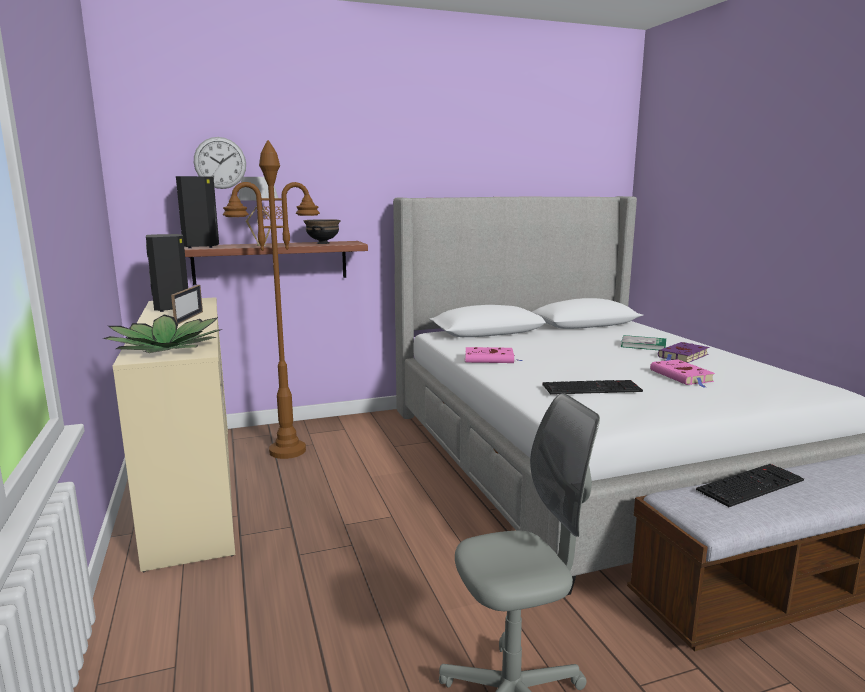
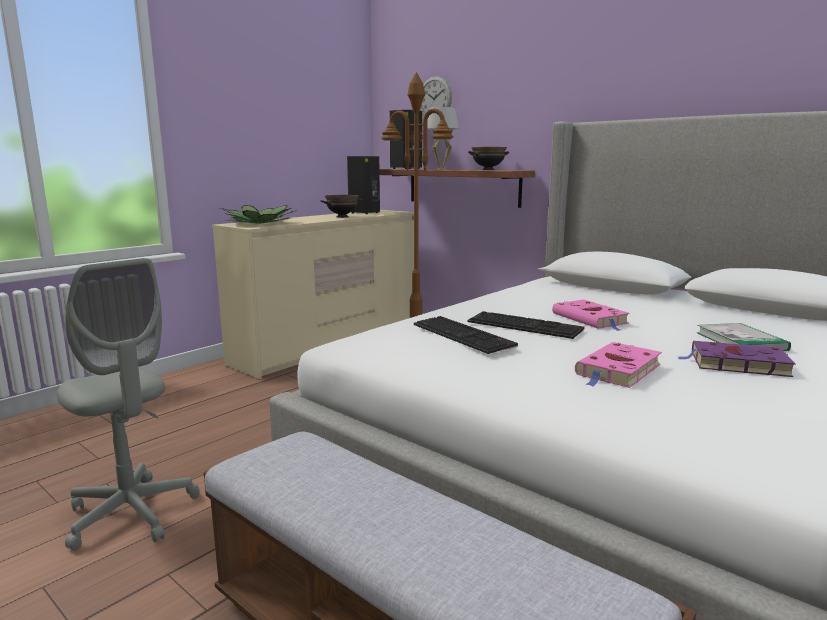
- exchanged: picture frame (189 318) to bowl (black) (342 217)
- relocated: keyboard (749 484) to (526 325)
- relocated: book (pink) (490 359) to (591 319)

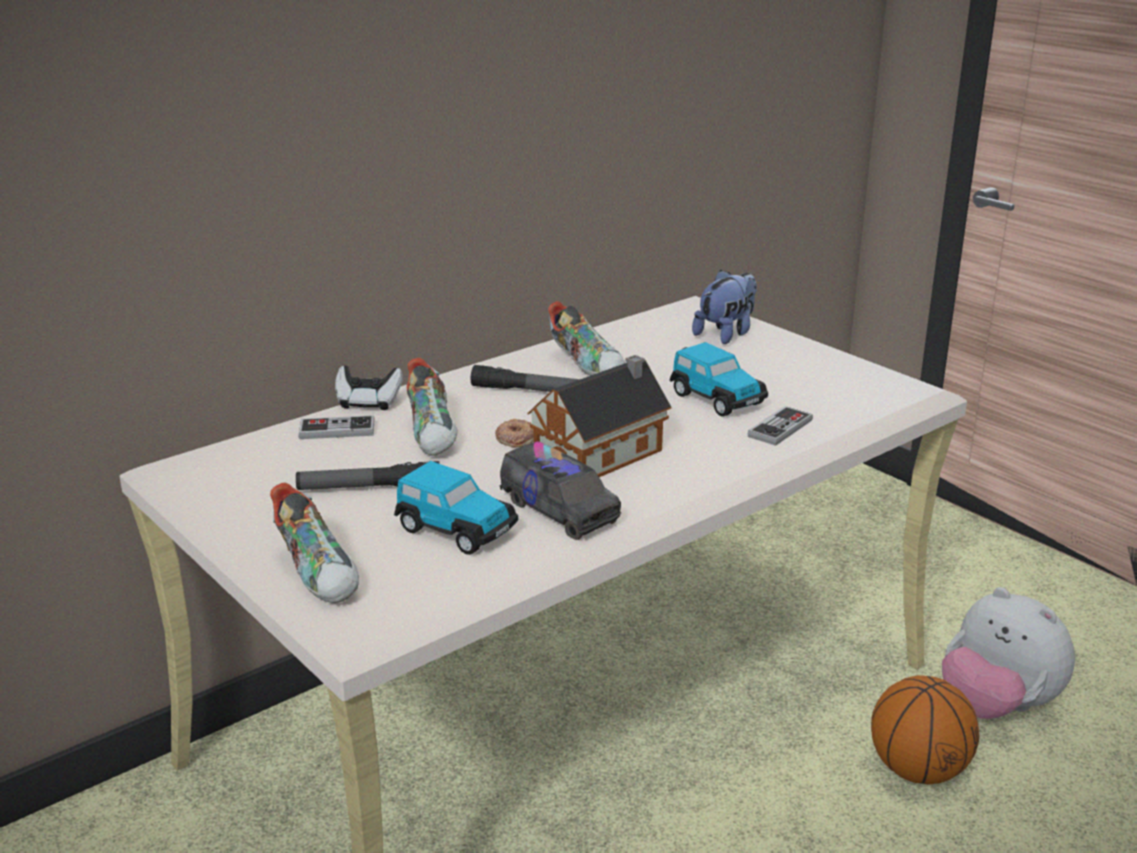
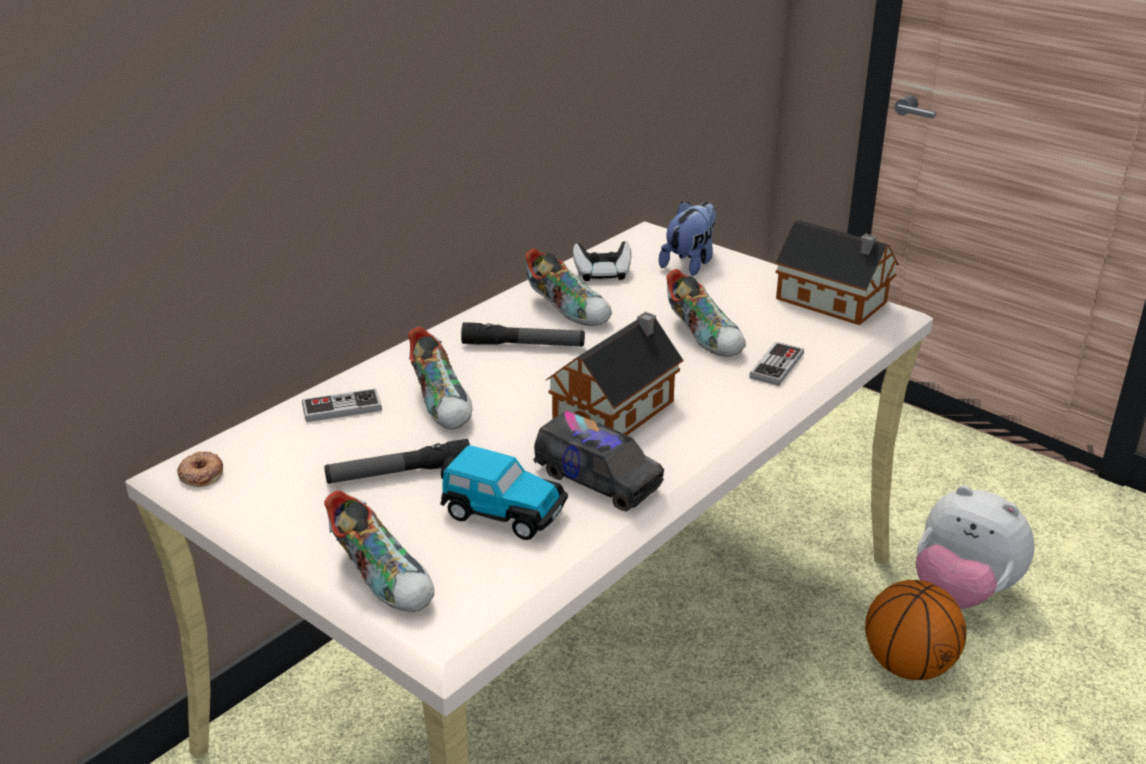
- relocated: donut (515 438) to (201 474)
- relocated: game controller (368 402) to (602 274)
- exchanged: toy car (715 398) to shoe (704 337)
- appeared: toy house (835 302)

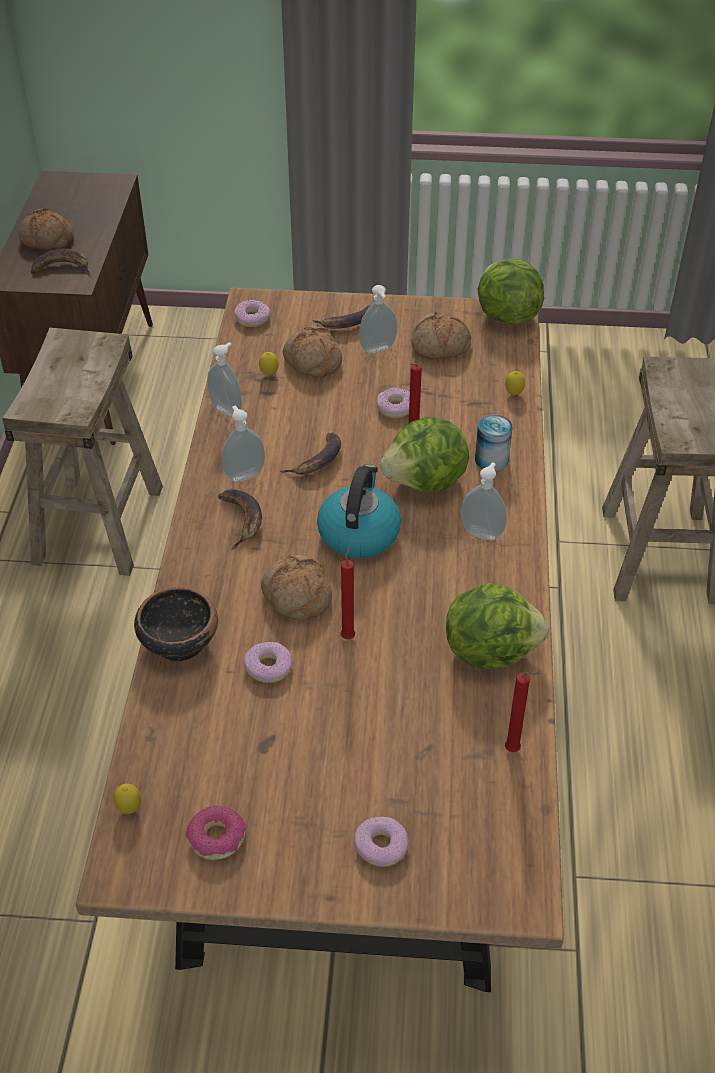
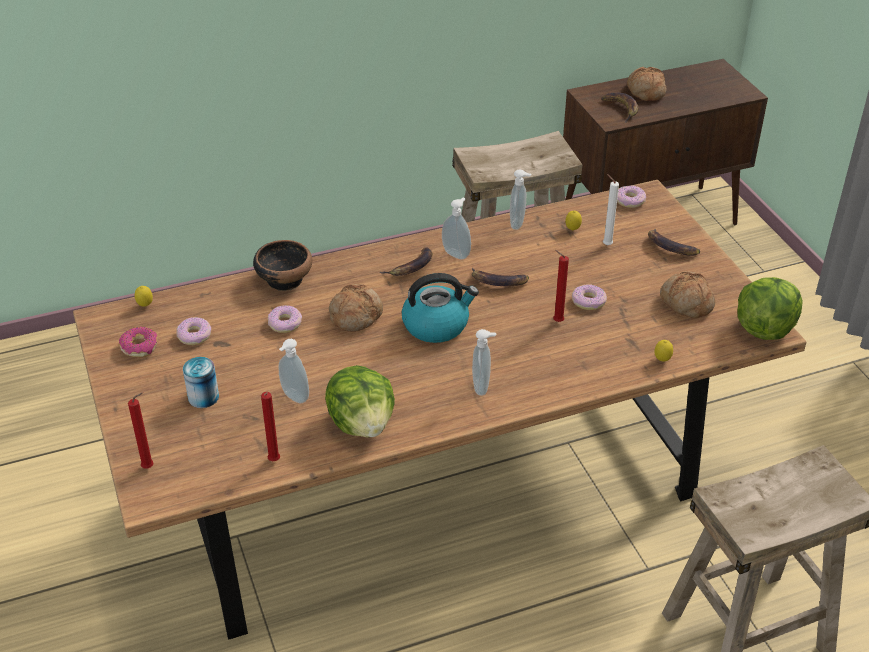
- relocated: candle (red) (348 635) to (150 467)
- relocated: donut (381 846) to (195 335)
- relocated: can (491 459) to (203 397)
- relocated: soap dispenser (378 350) to (293 397)
- exchanged: bread (312 362) to candle (white) (605 244)
- missing: lettuce (426 482)

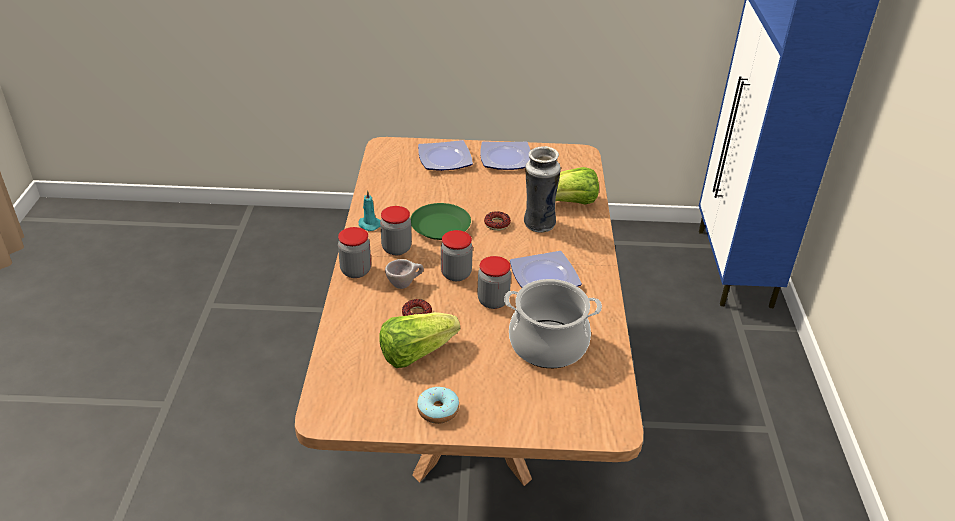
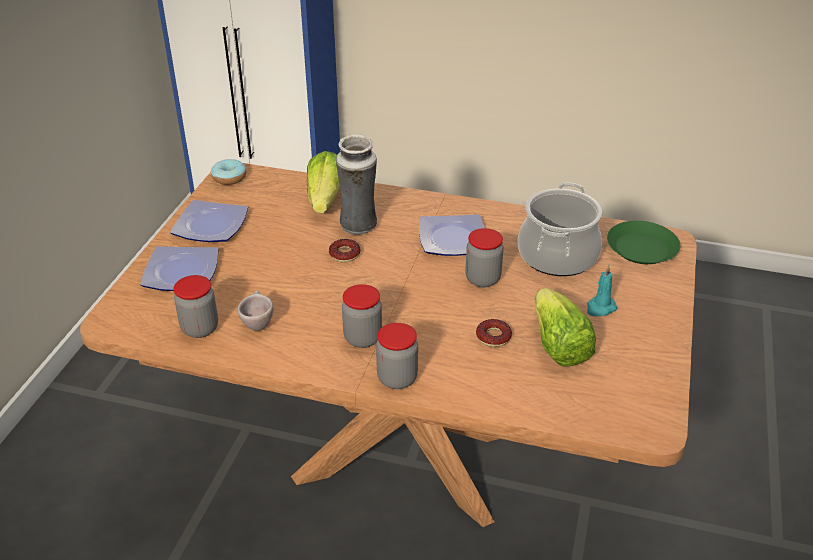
- relocated: jar (456 274) to (200 328)
- relocated: donut (438 410) to (229 178)
- relocated: cup (beige) (404 284) to (257 323)
- relocated: candle (turquoise) (369 224) to (600 308)
- relocated: plate (green) (441 226) to (641 248)

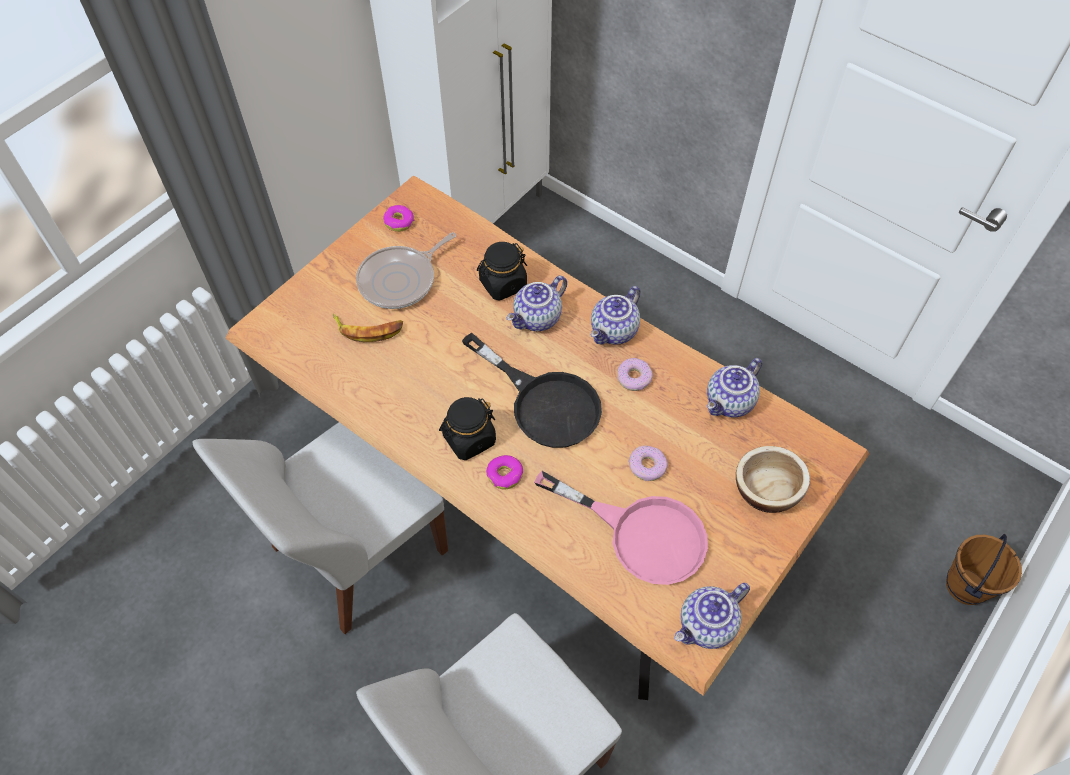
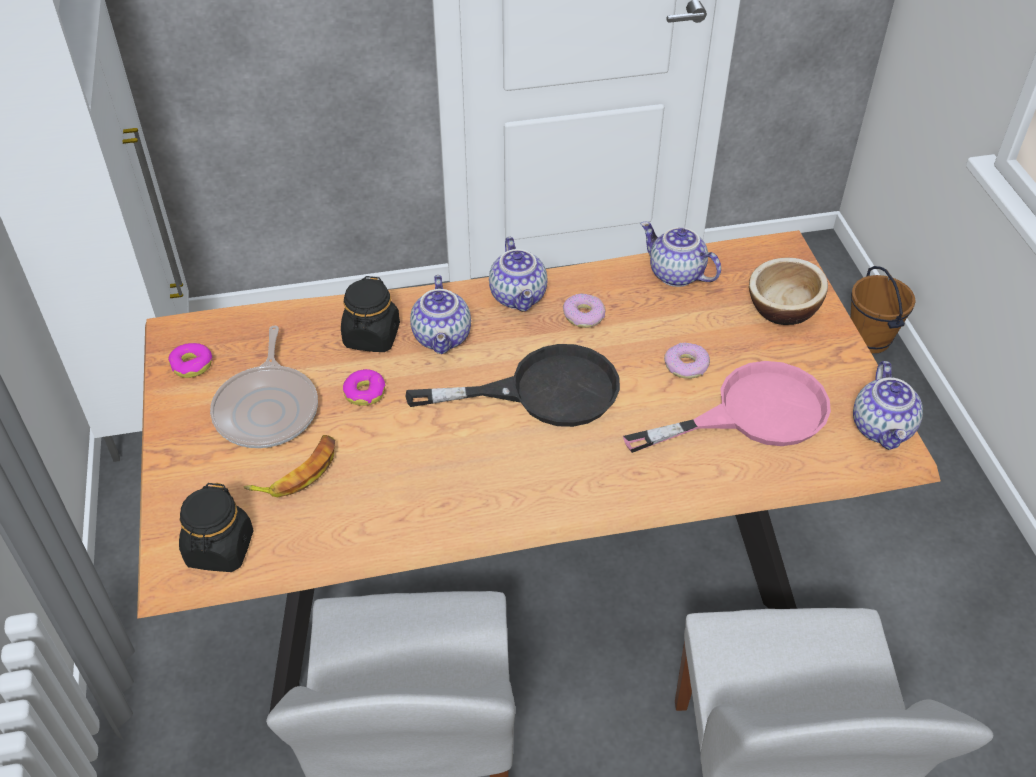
- relocated: jar (black) (469 439) to (220 549)
- relocated: donut (505 475) to (365 392)
- spun: teapot (730 403) = (675 274) 135 degrees clockwise

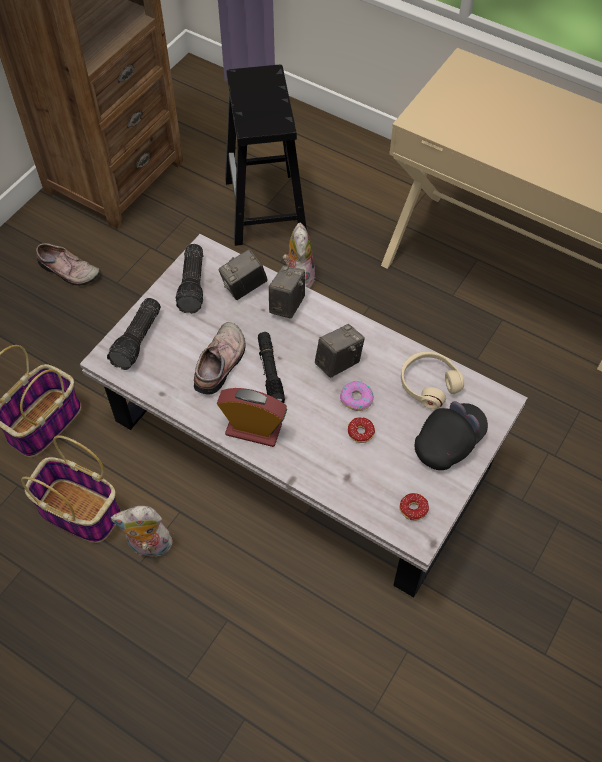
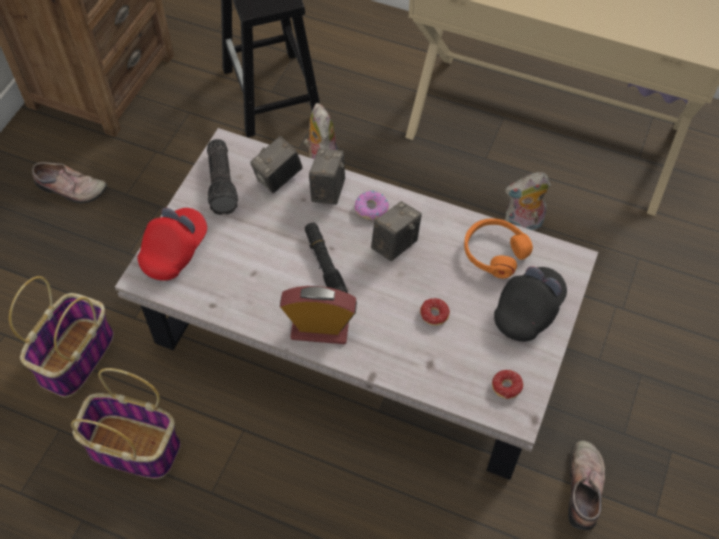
- exchanged: flashlight (138 340) to cap (red) (175 251)
- relocated: donut (356 399) to (371 209)
- colour: headphones (beige) (429 383) to headphones (orange) (494 252)
- relocated: plush toy (149 547) to (522 224)
- relocated: shoe (222 363) to (586 488)

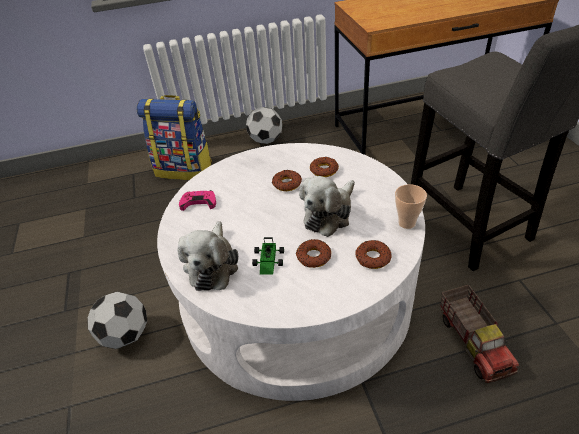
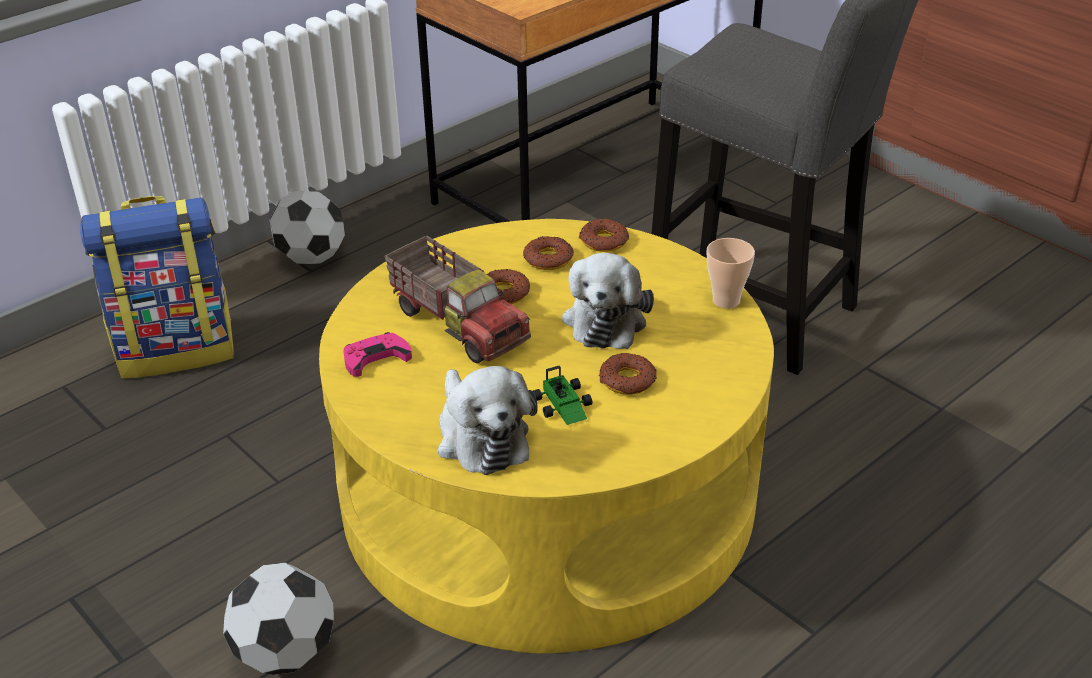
- colour: coffee table (white) (296 293) to coffee table (yellow) (548 488)
- relocated: toy truck (474 342) to (459 324)
- relocated: donut (372 258) to (603 241)

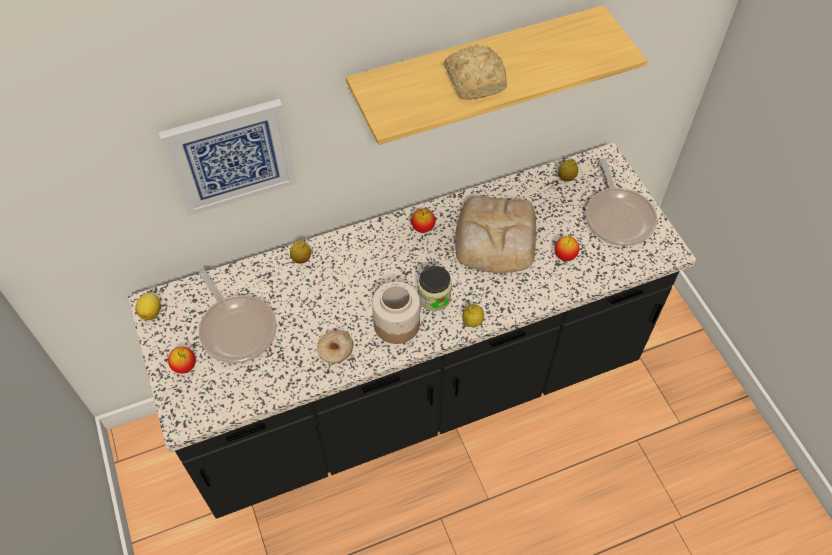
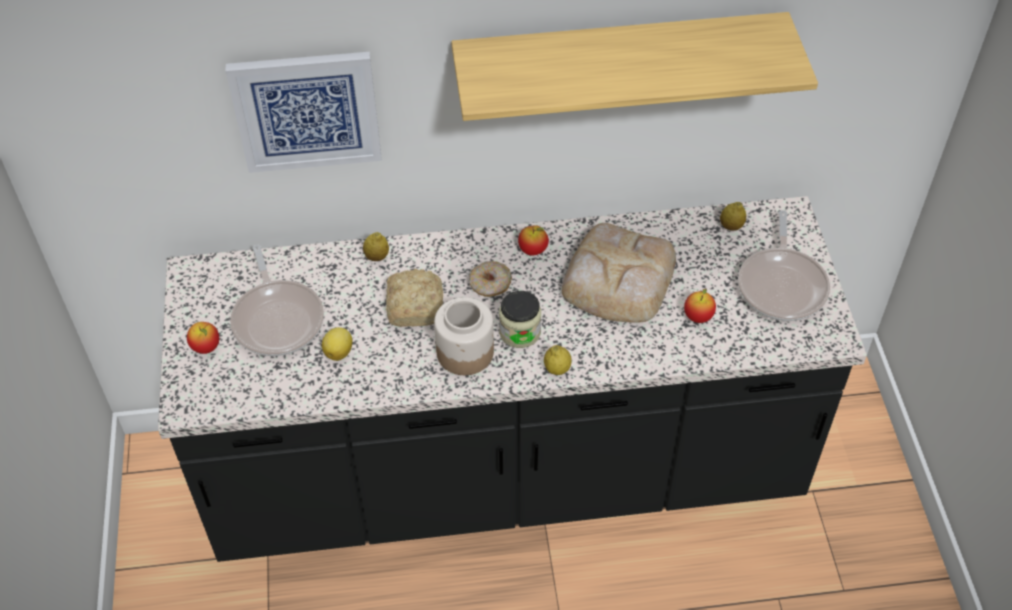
- relocated: lemon (151 312) to (339 352)
- relocated: bread (475 80) to (416 305)
- relocated: donut (335 350) to (490 284)

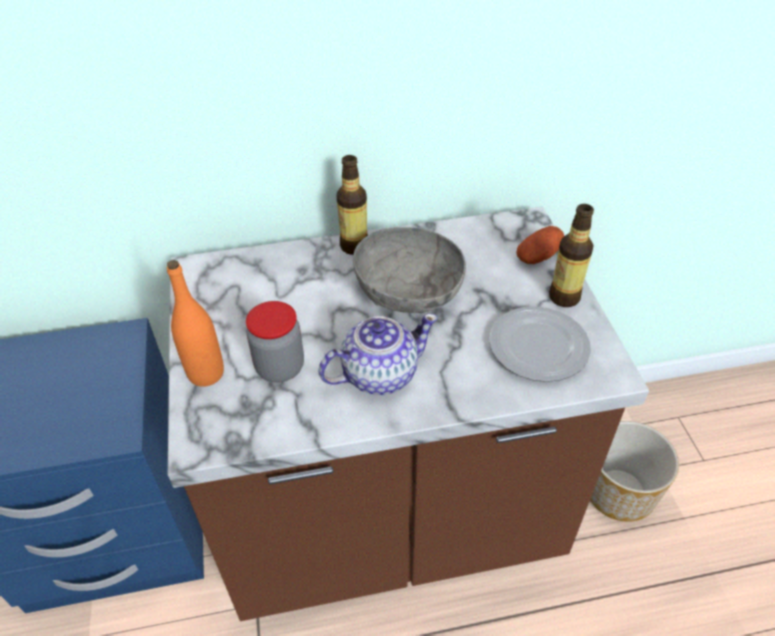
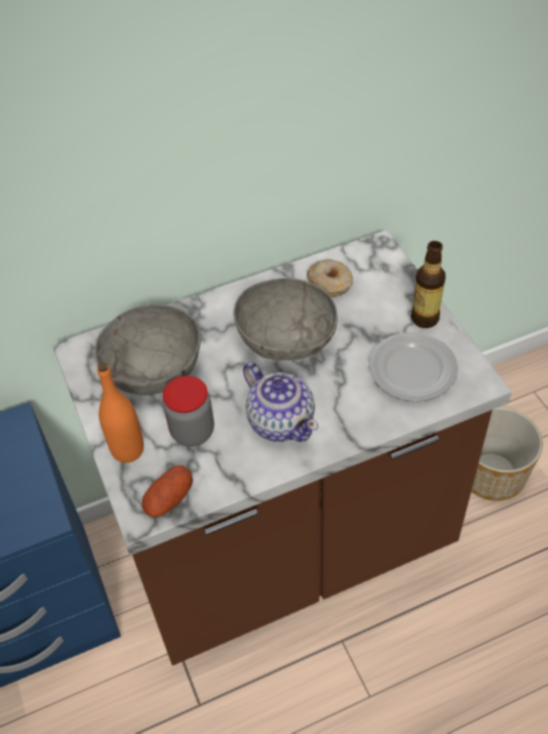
- appeared: bowl (grey) (153 369)
- relocated: potato (538 256) to (169 499)
- spun: teapot (378 374) = (281 421) 90 degrees clockwise
- appeared: donut (330 284)
- missing: bottle (354 246)

